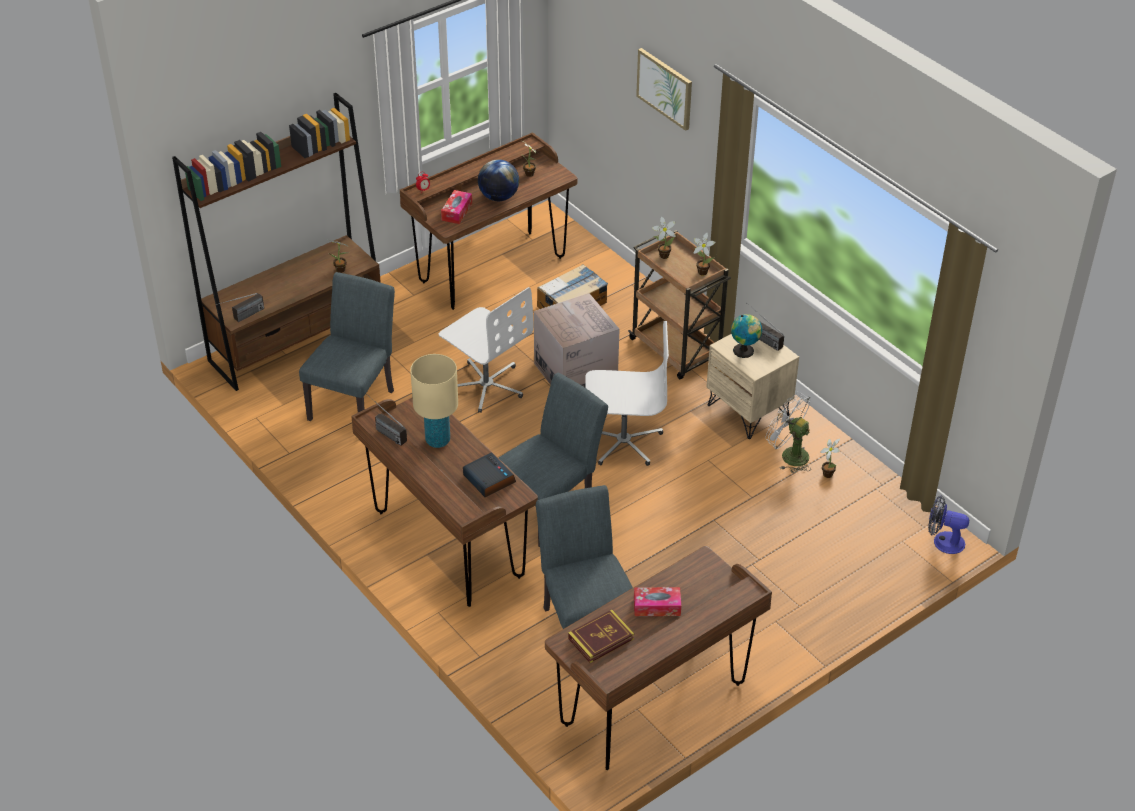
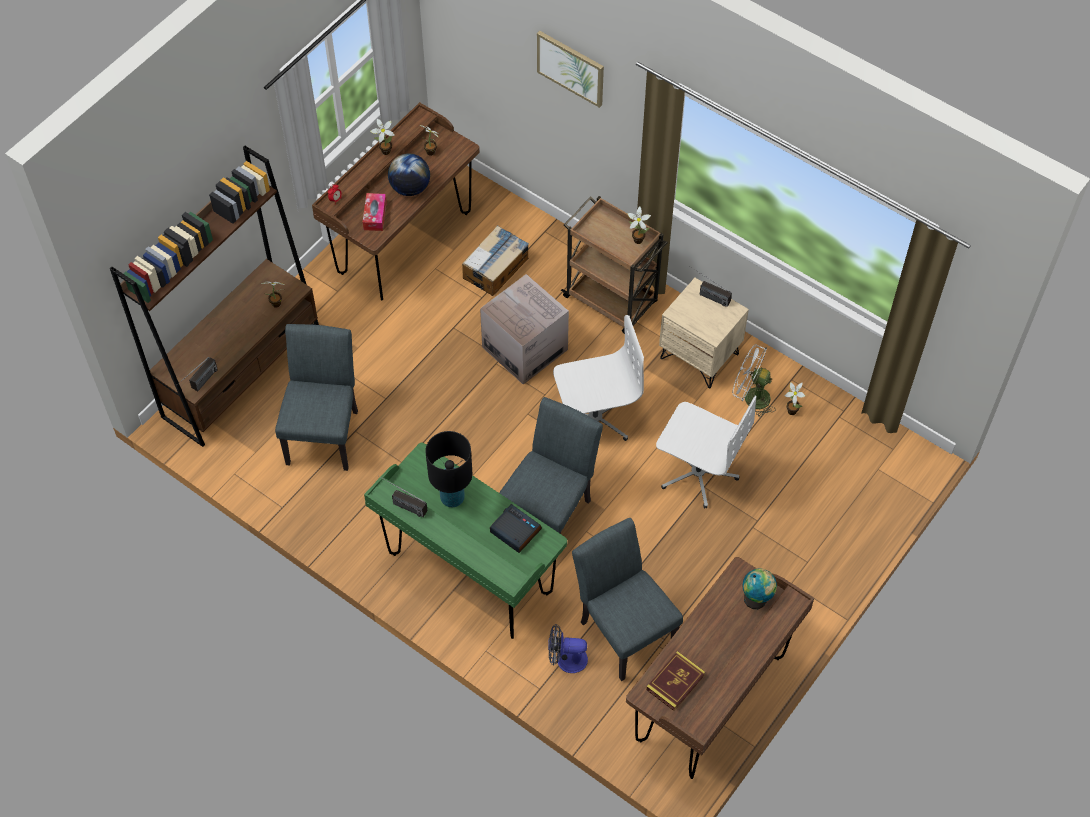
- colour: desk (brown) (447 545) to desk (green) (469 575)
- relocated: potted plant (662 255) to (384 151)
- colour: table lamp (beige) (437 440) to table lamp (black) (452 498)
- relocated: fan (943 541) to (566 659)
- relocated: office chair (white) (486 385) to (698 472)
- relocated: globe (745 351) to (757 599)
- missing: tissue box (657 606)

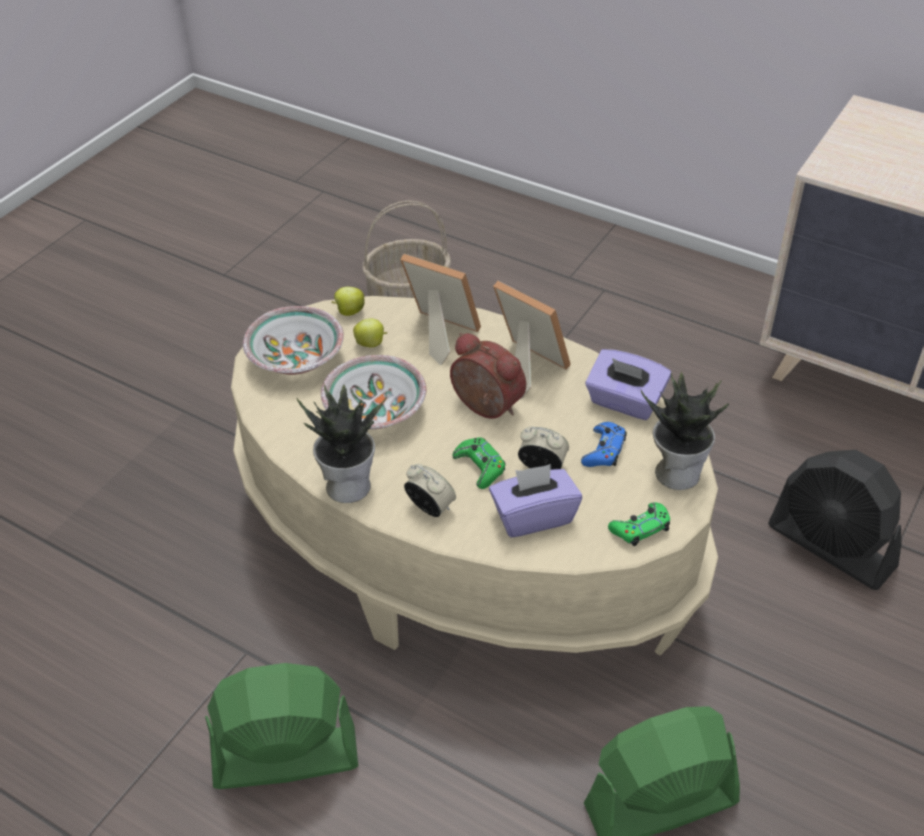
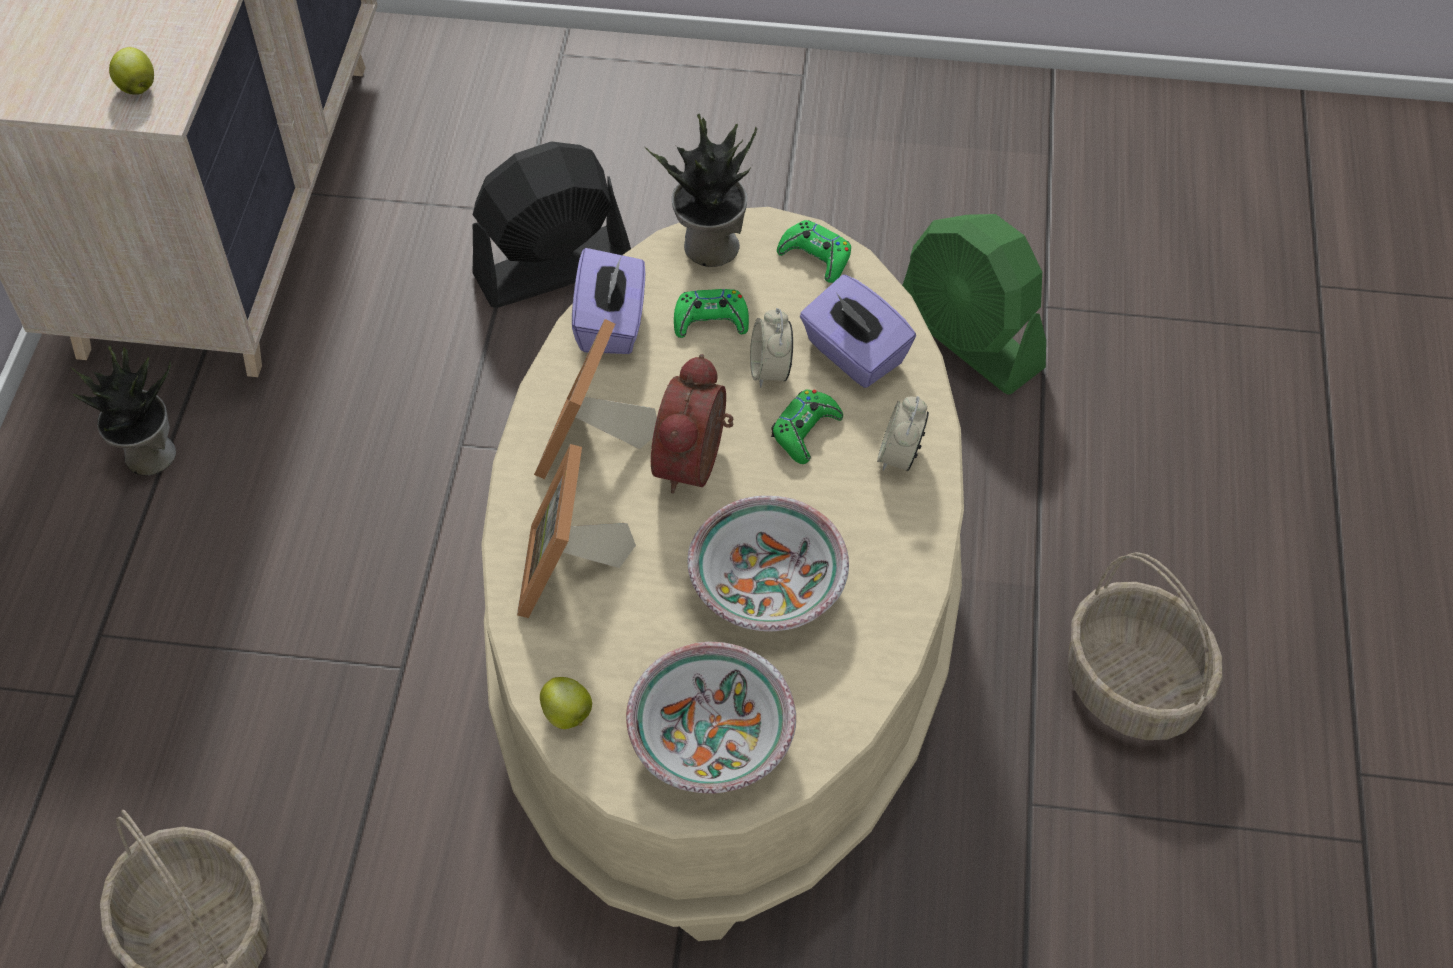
- relocated: potted plant (349 484) to (147 455)
- relocated: apple (371 344) to (137 87)
- spun: fan (black) (831 547) = (552 267) 135 degrees counterclockwise
- colour: game controller (blue) (604 451) to game controller (green) (710 320)
- exchanged: fan (green) (284 757) to basket (1134 686)

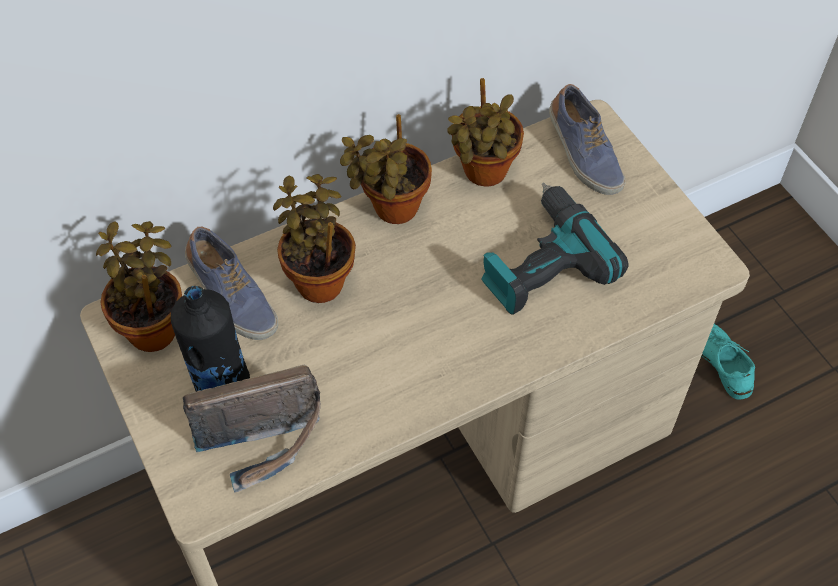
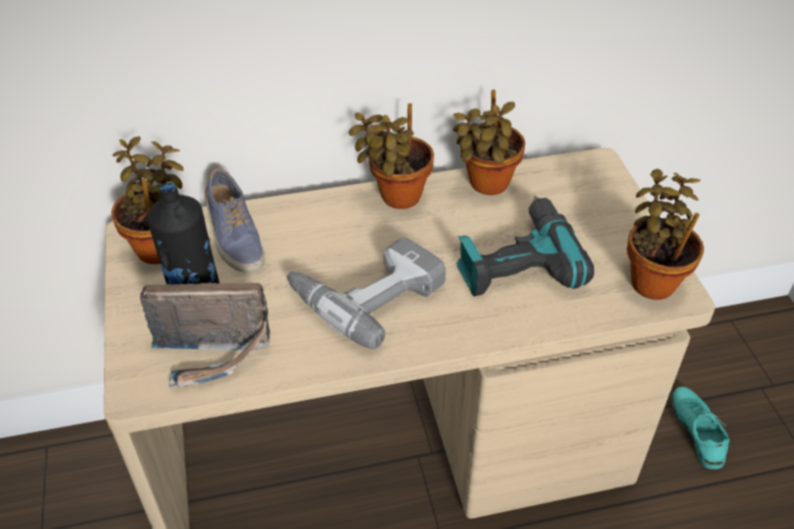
- appeared: power drill (366 292)
- relocated: potted plant (319 279) to (652 280)
- missing: shoe (583 154)

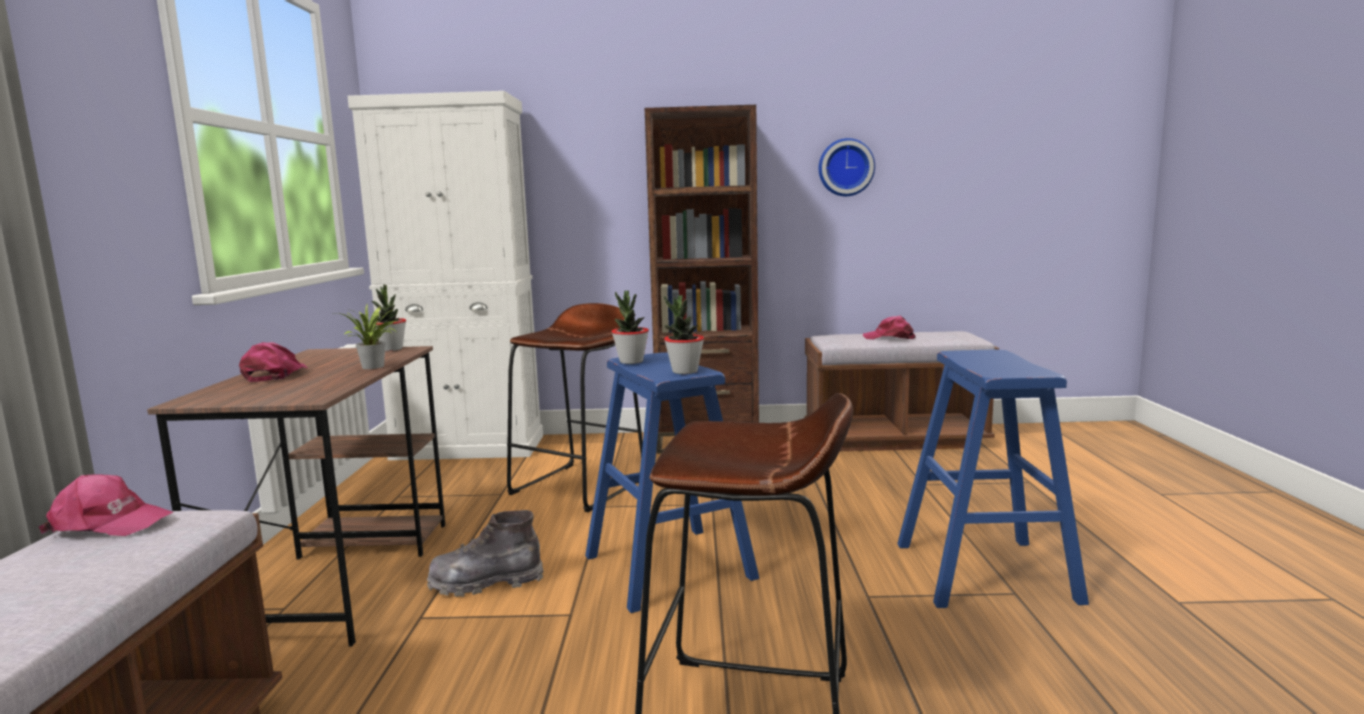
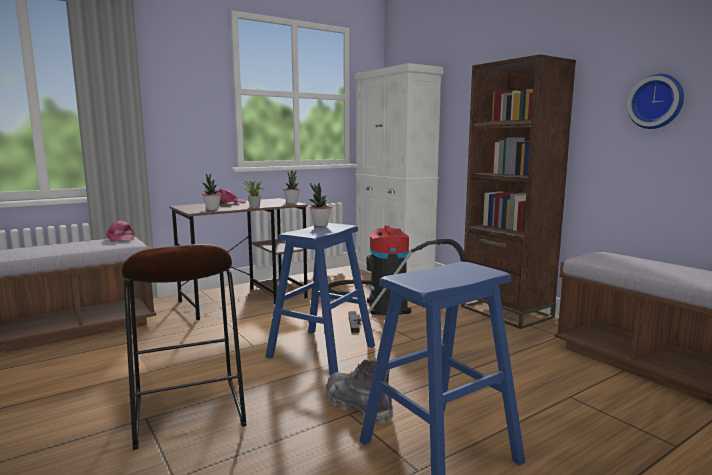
- relocated: potted plant (684 371) to (212 209)
- relocated: boot (grey) (486 583) to (358 406)
- exchanged: stool (brown) (579 486) to vacuum cleaner (385 305)
- missing: cap (pink) (889 338)

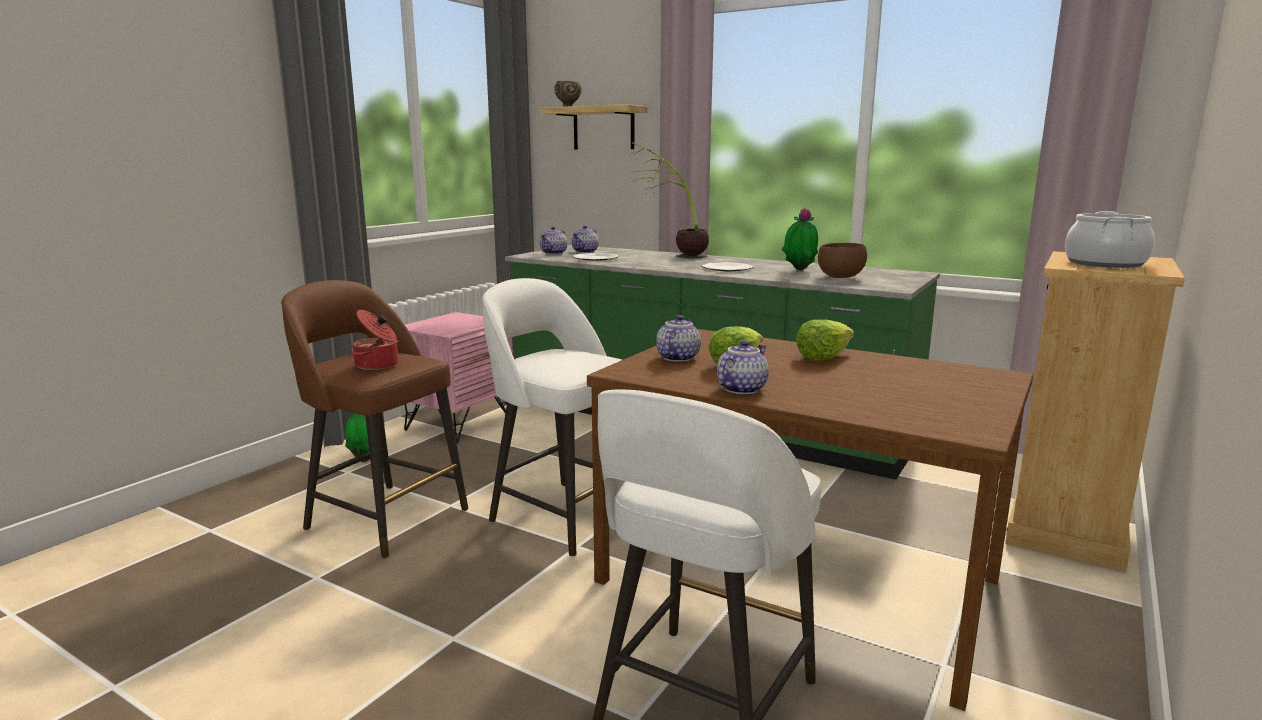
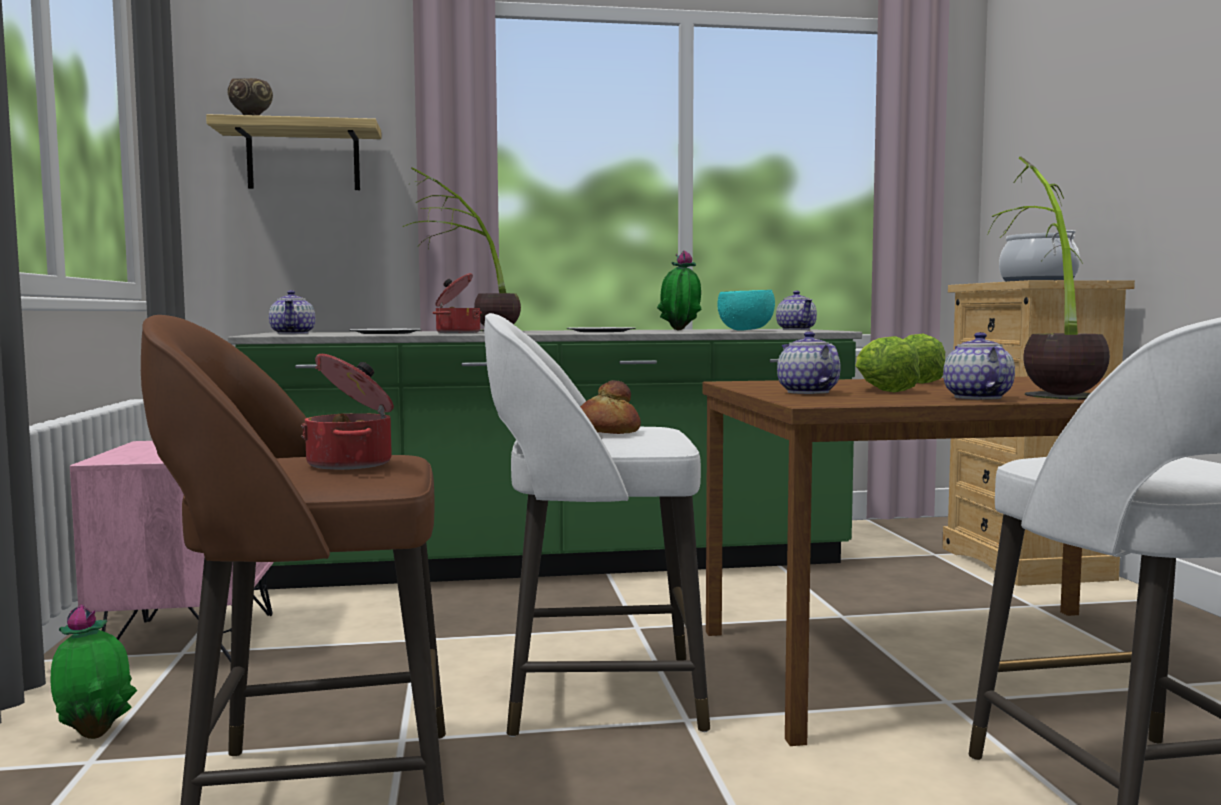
- appeared: cooking pot (457 332)
- appeared: bread (606 431)
- colour: bowl (brown) (840 277) to bowl (turquoise) (745 330)
- relocated: teapot (585 252) to (796 329)
- appeared: potted plant (1048 392)

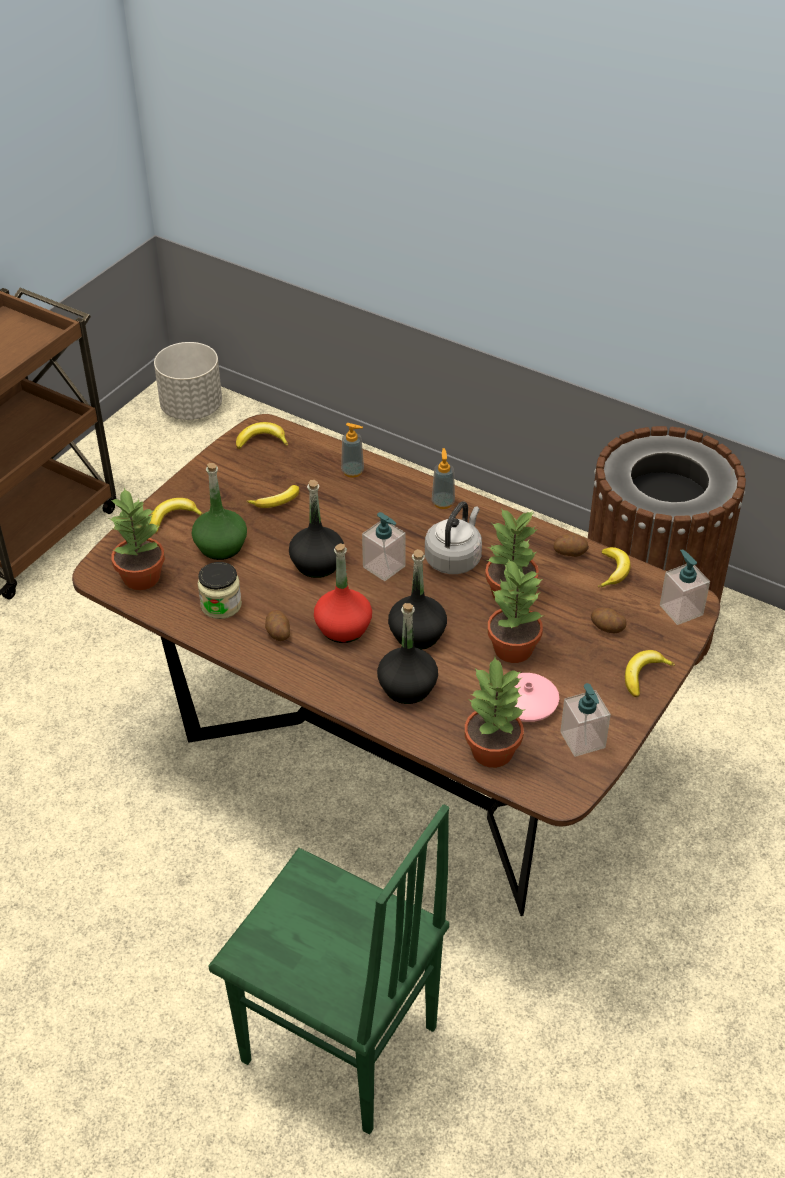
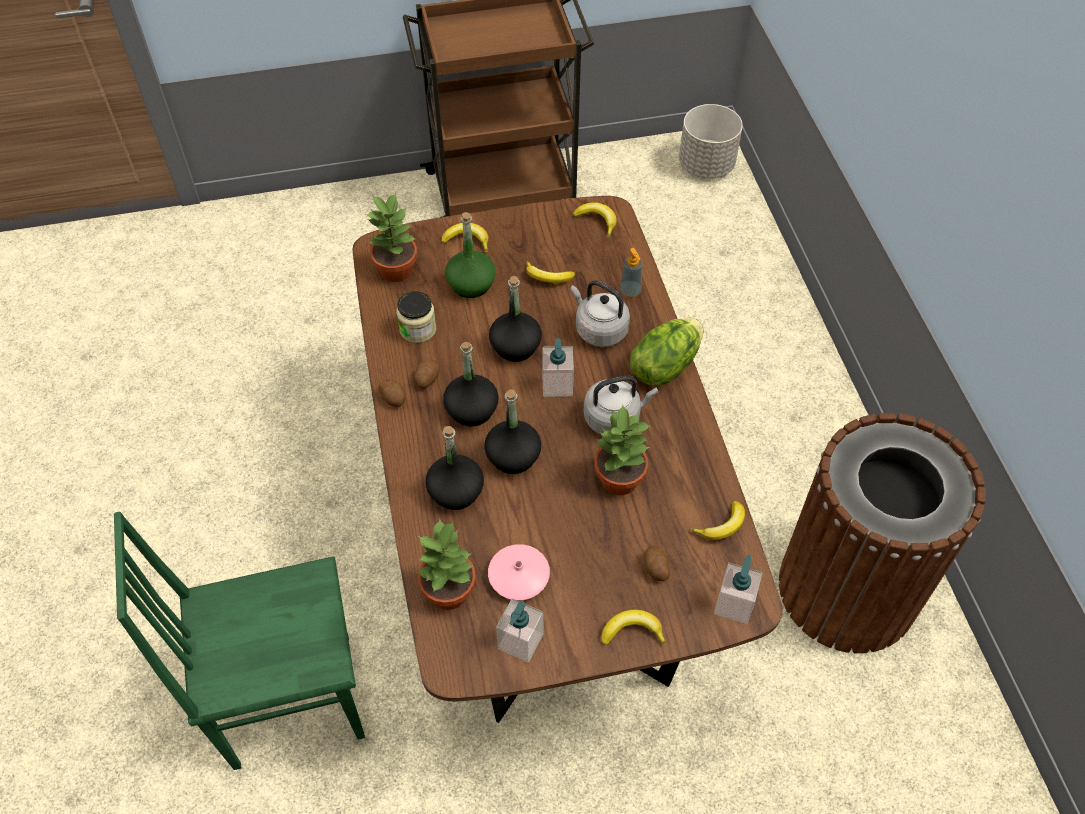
- spun: chair (green) (339 1047) = (291 698) 90 degrees clockwise
- relocated: potato (570 552) to (394 398)
- colour: bottle (red) (343 628) to bottle (black) (471 410)
- appeared: kettle (grey) (599 330)
- exchanged: soap dispenser (443 502) to lettuce (664 366)
- missing: potted plant (512 648)

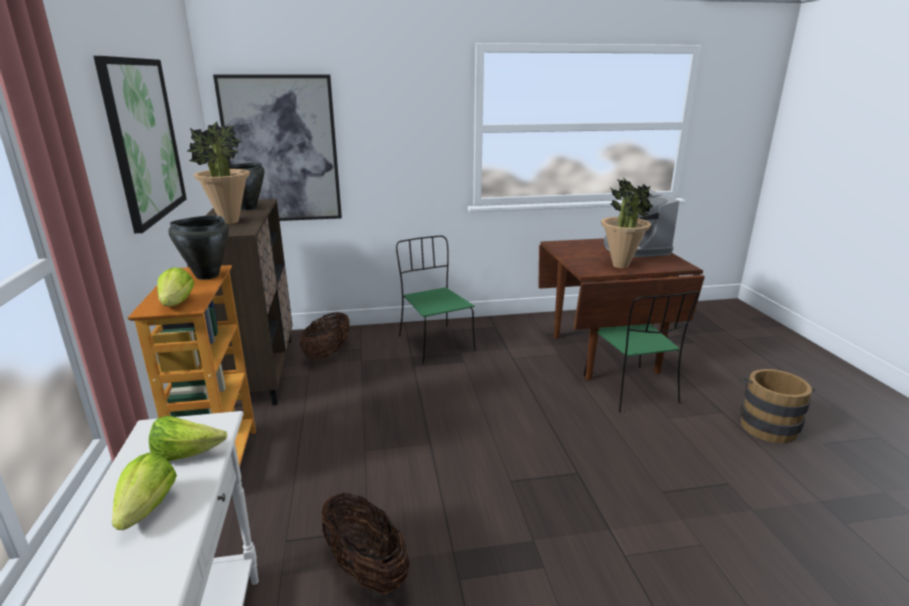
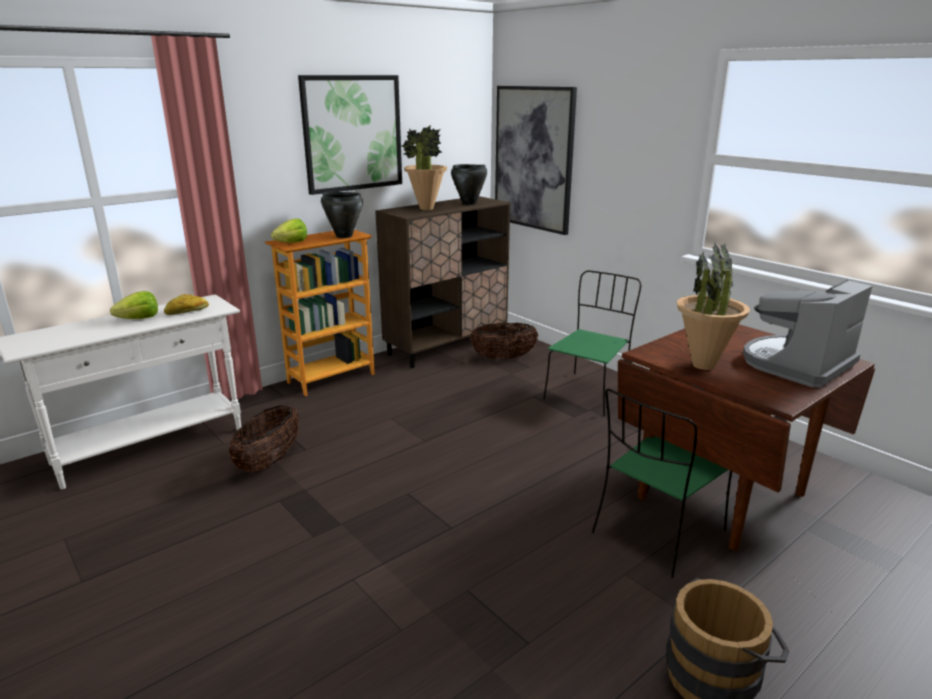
- exchanged: lettuce (187 454) to bread (187 311)

